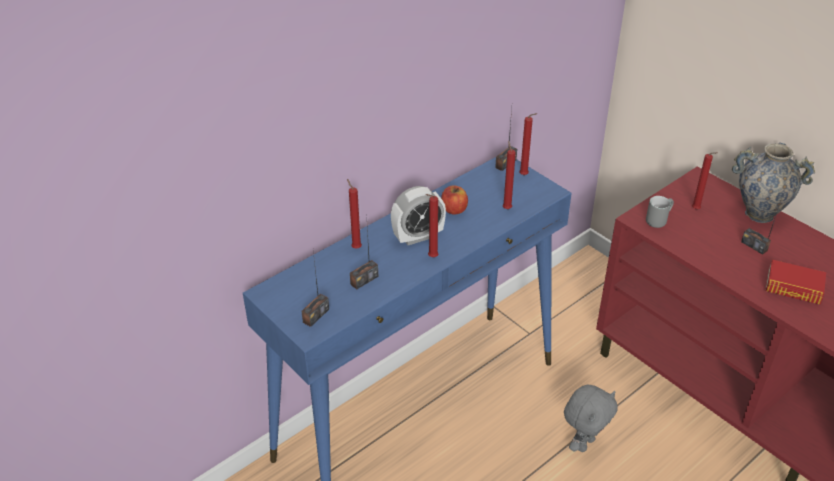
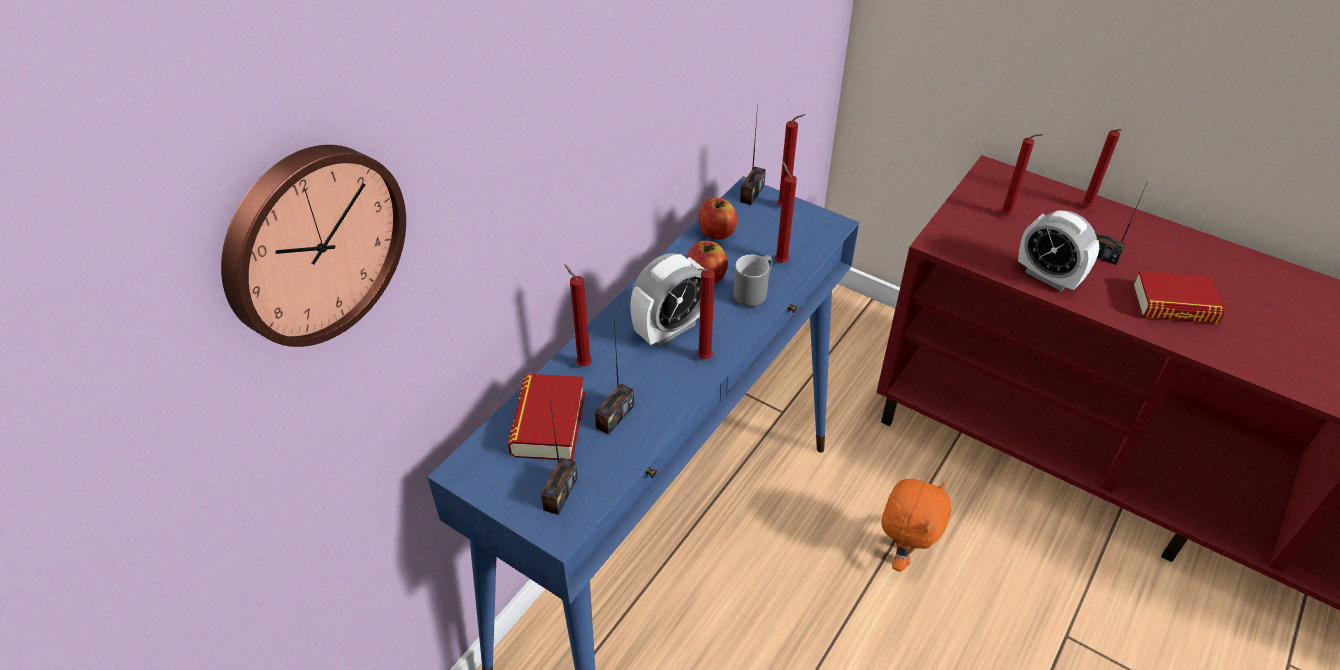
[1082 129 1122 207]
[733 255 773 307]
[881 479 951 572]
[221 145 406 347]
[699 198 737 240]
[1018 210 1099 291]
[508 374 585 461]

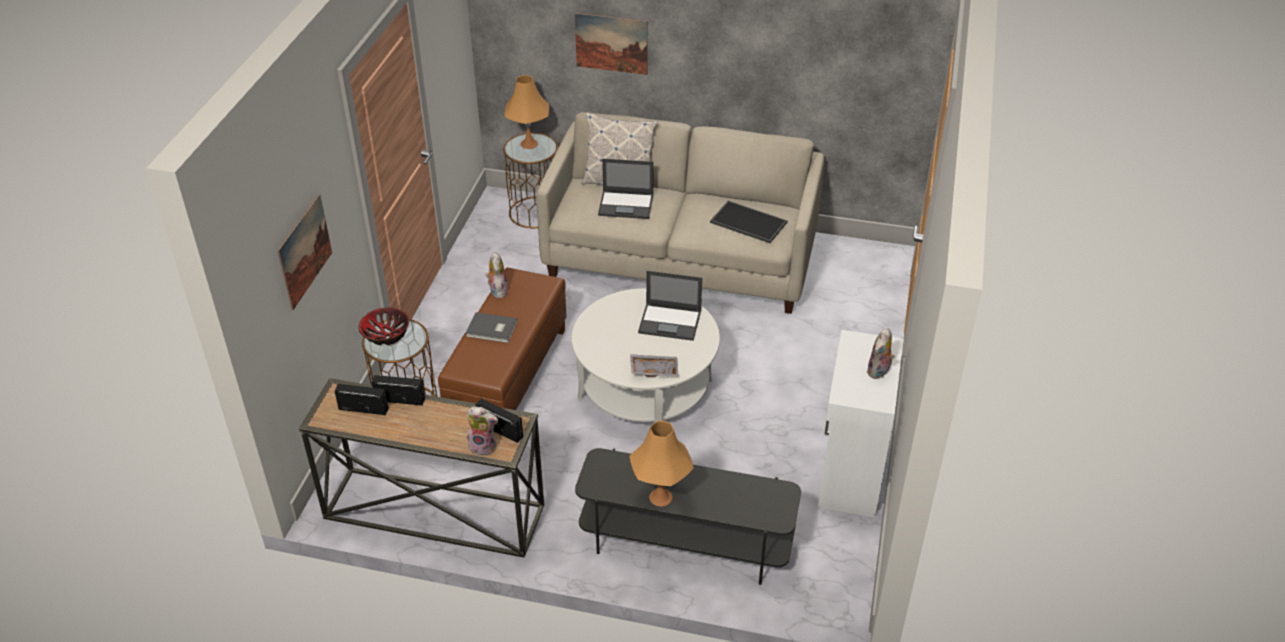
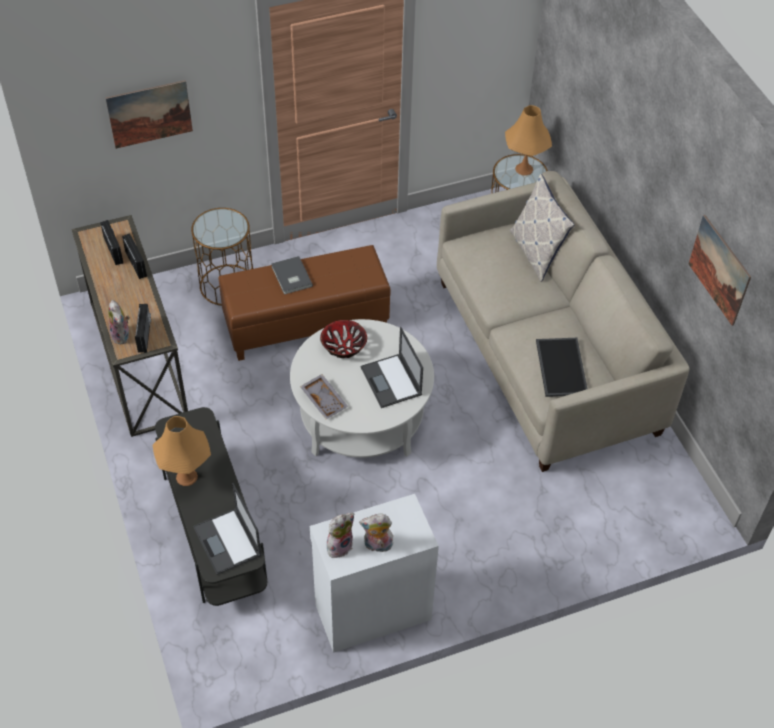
[689 215 751 326]
[193 483 262 575]
[327 513 354 558]
[320 320 367 358]

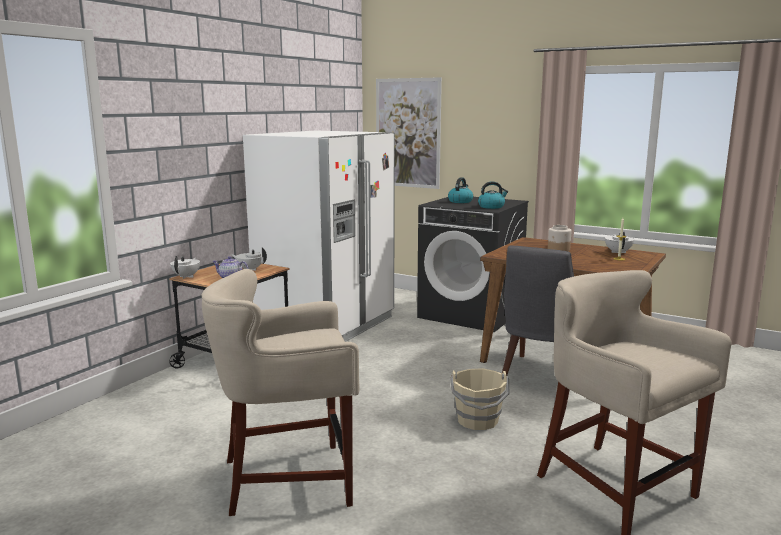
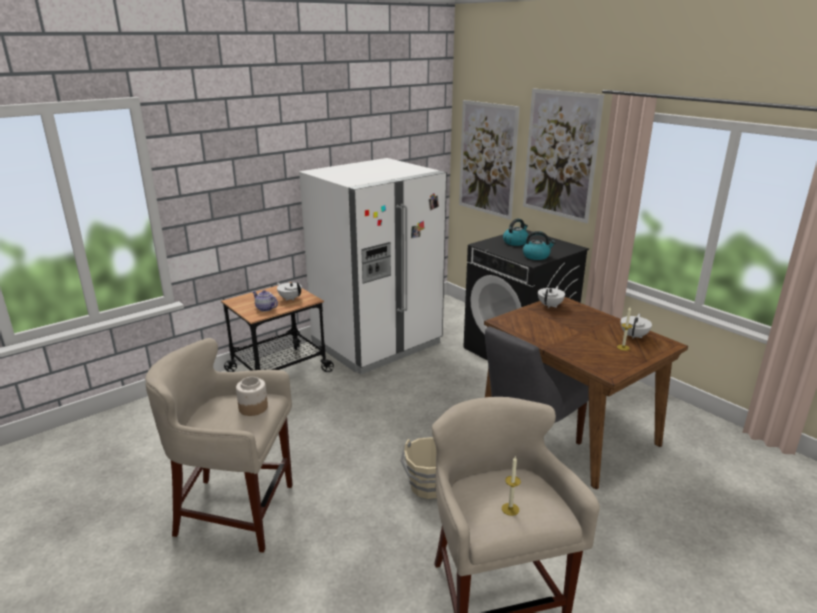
[236 377 268 416]
[538 286 565 308]
[523 88 604 223]
[502 457 521 516]

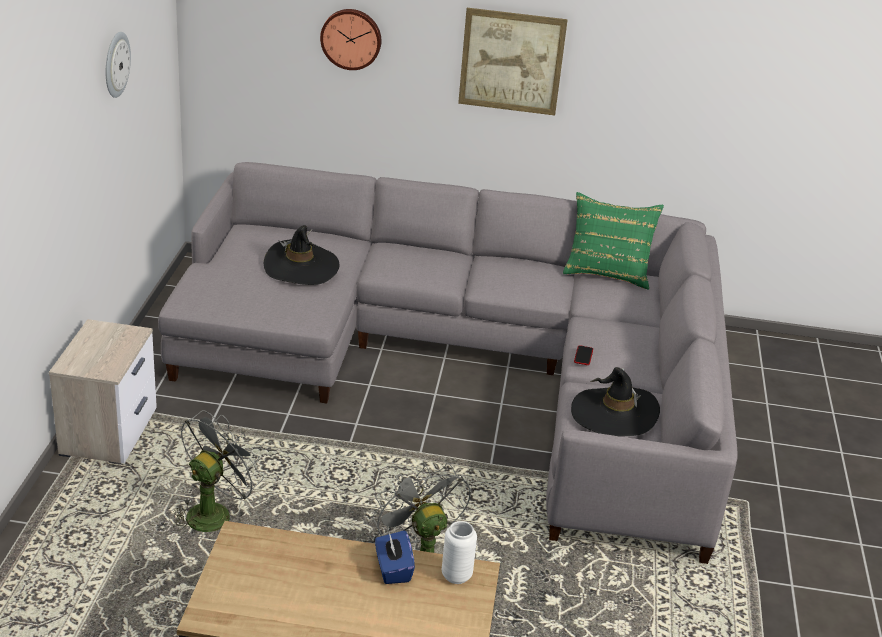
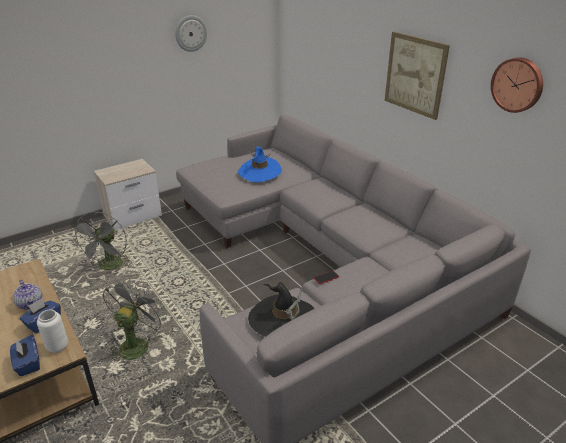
[491 57 543 113]
[563 192 664 289] (first image)
[238 147 282 182]
[71 212 131 270]
[13 280 42 310]
[10 335 40 376]

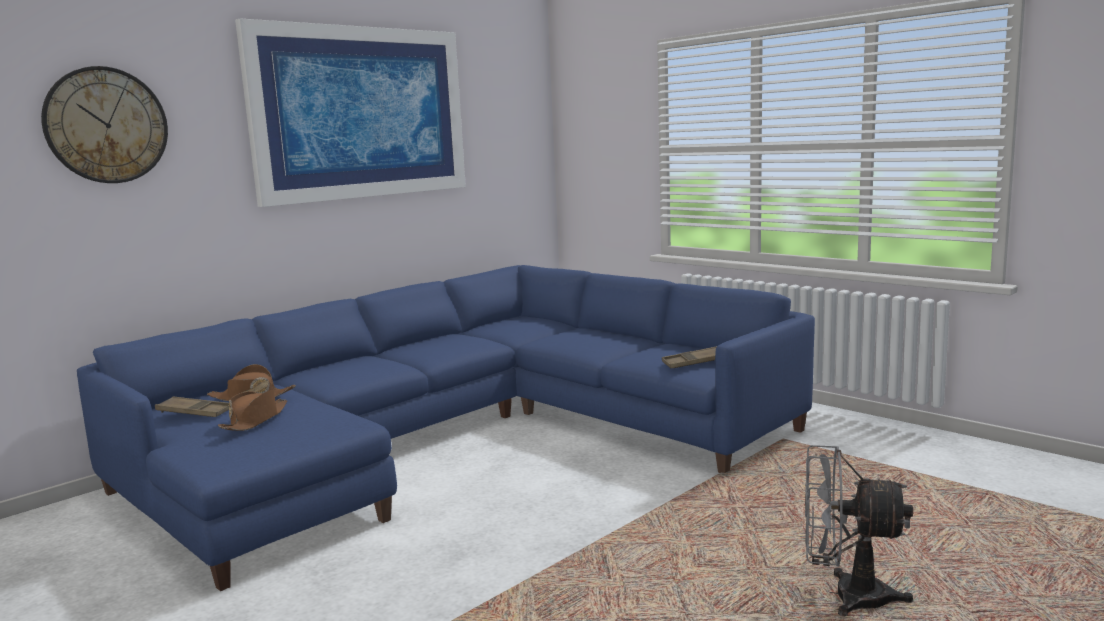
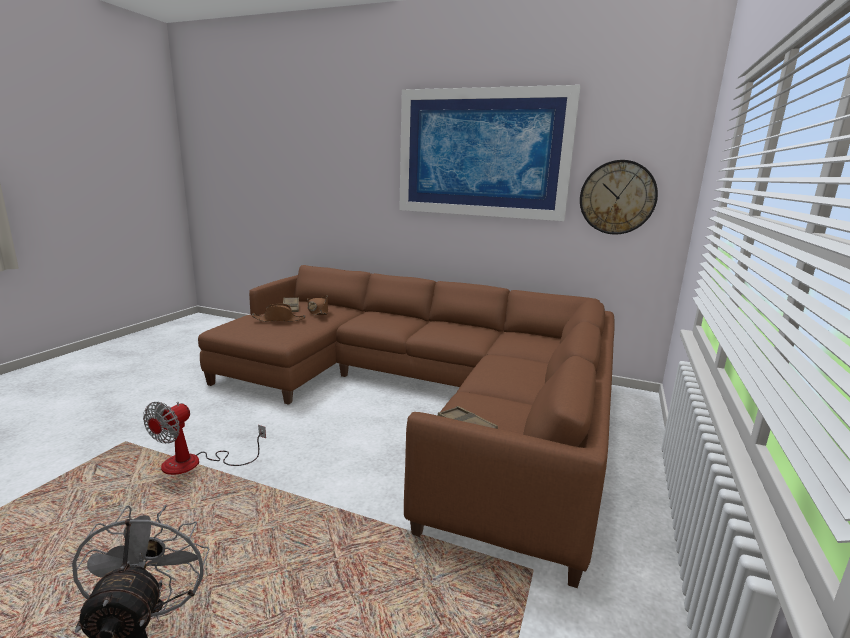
[580 160 658 234]
[198 265 614 588]
[143 402 266 475]

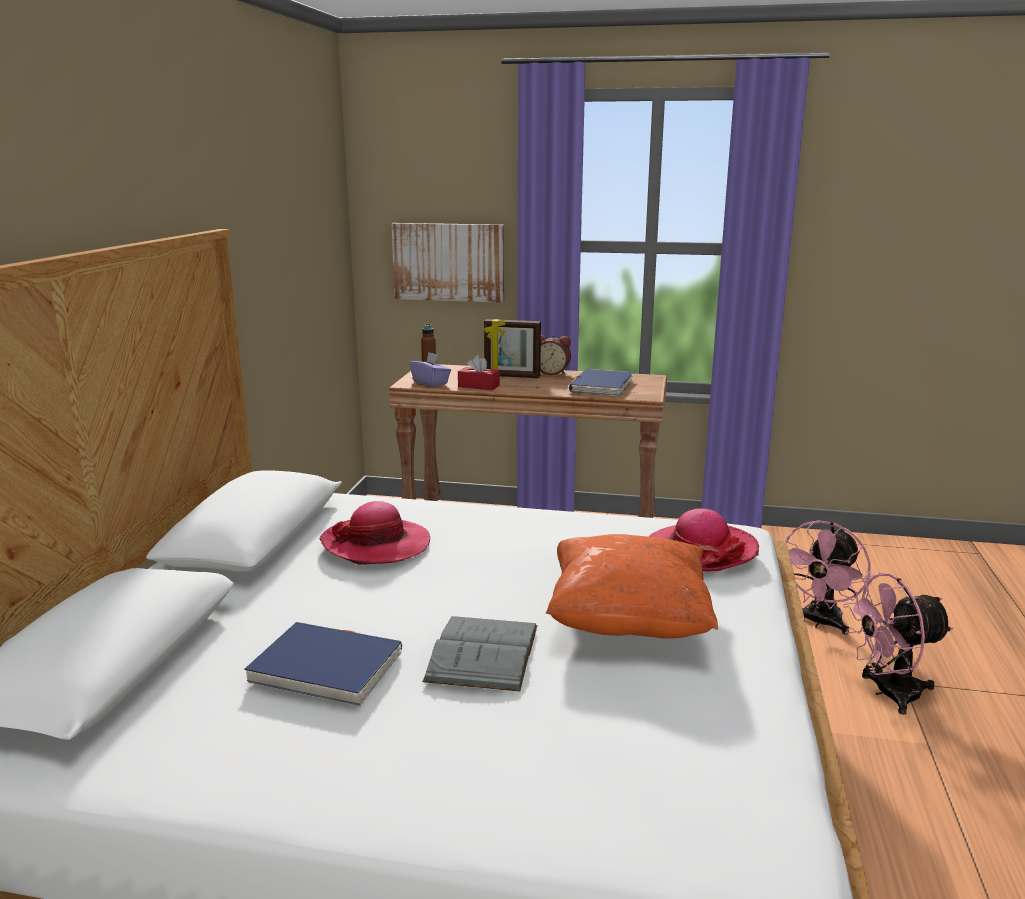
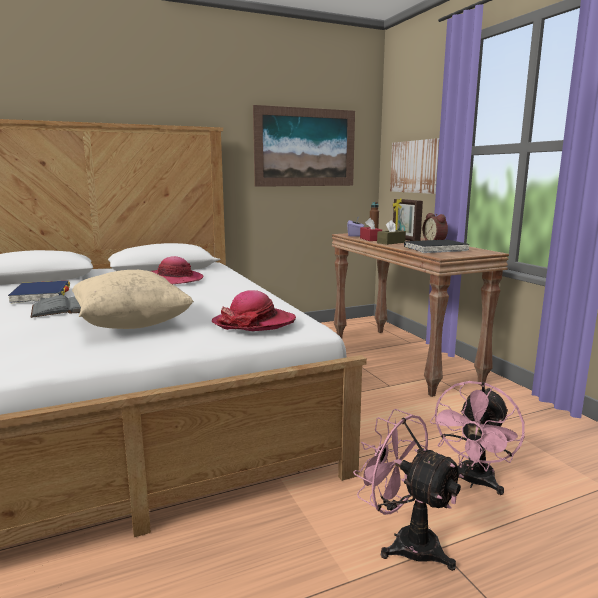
[404 240 470 253]
[430 381 525 495]
[72 270 194 329]
[253 105 355 187]
[377 220 406 245]

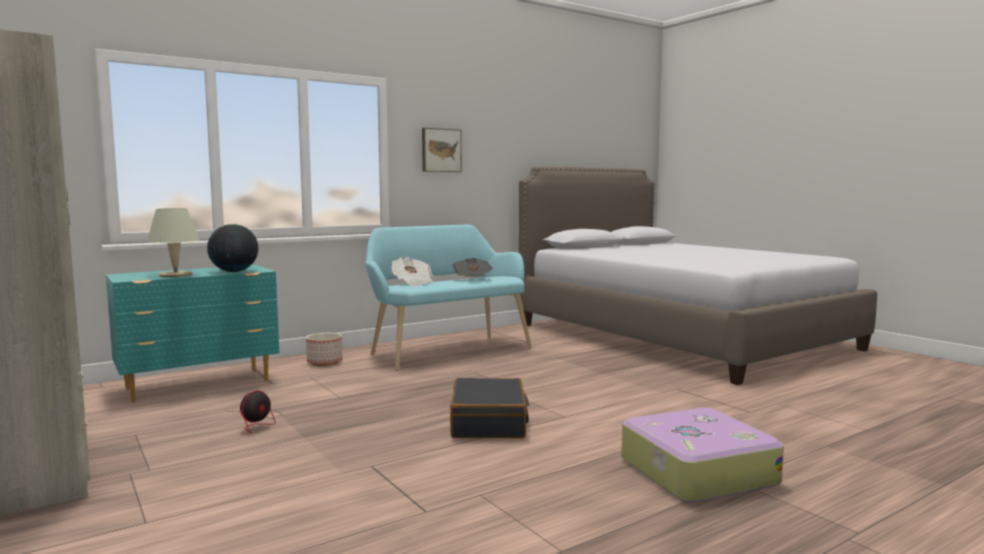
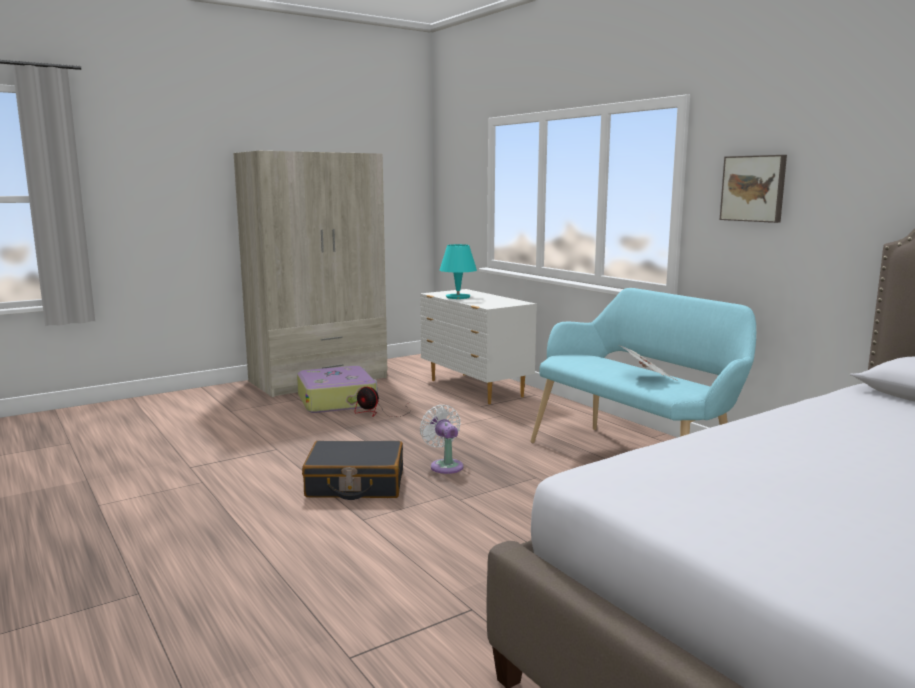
[439 244 477 299]
[207 224 258 272] (first image)
[391 257 433 286] (first image)
[420 289 537 404]
[306 333 343 366] (first image)
[297 366 378 413]
[420 405 464 474]

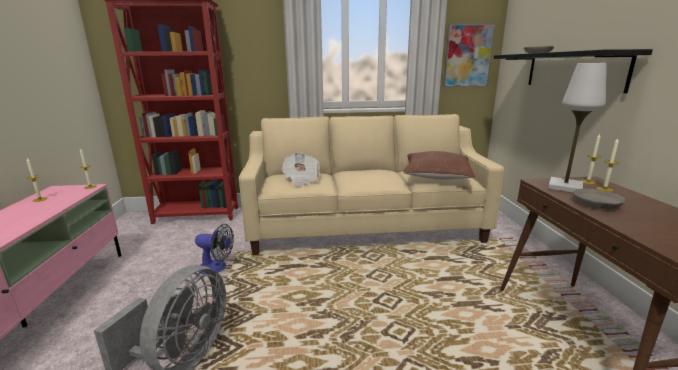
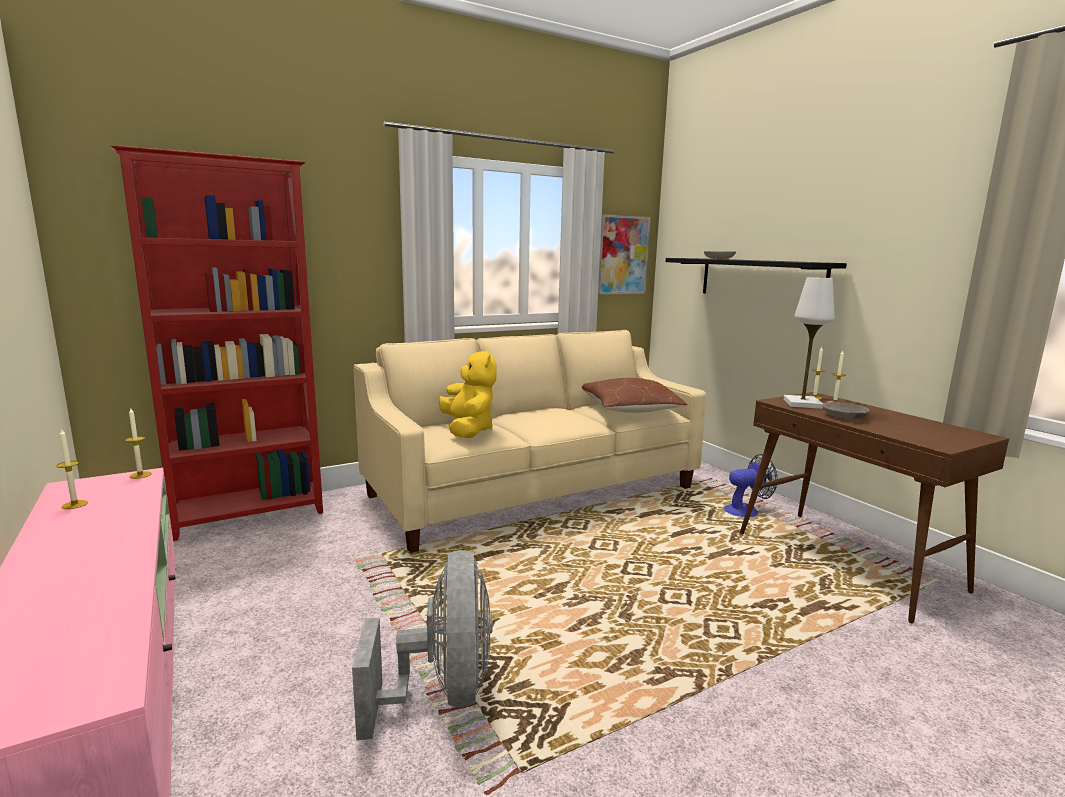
[439 349 497 438]
[724 454 778 517]

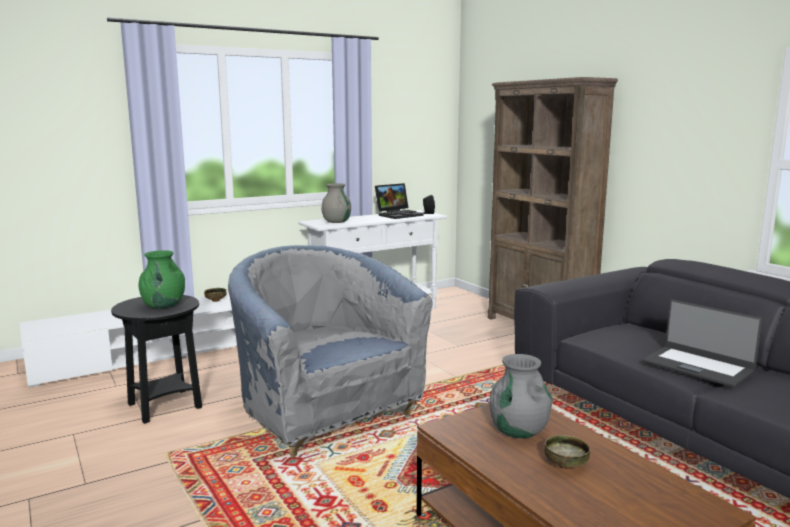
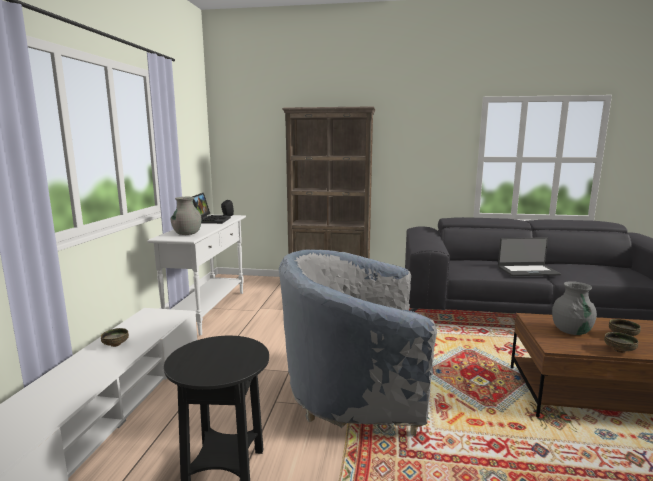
[138 250 185 308] (first image)
[604 332 639 353]

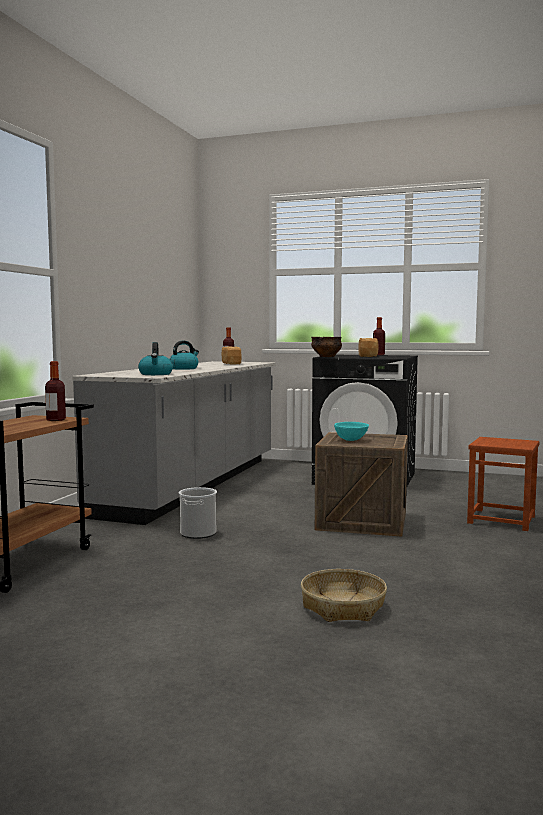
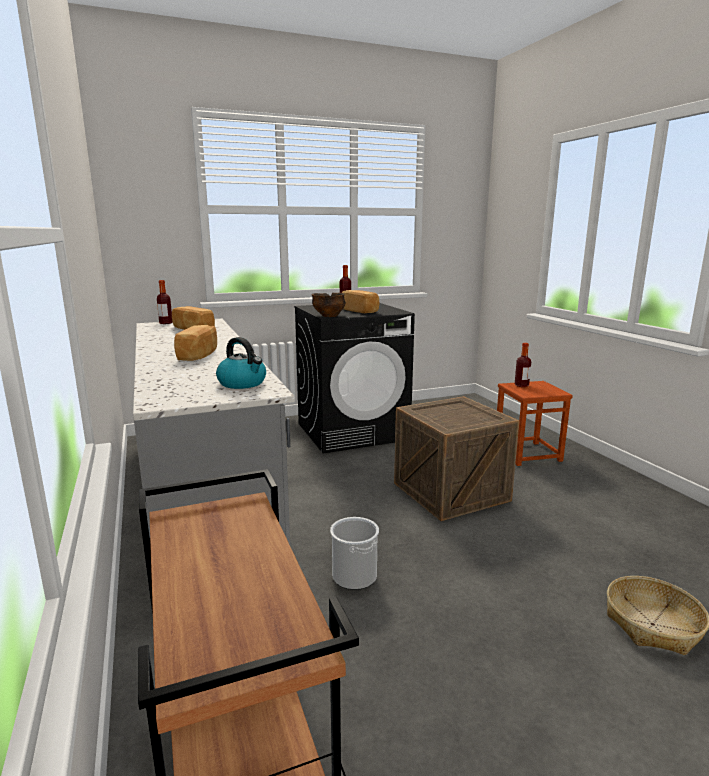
[174 325 217 361]
[515 343 531 387]
[334 422 369 441] (first image)

